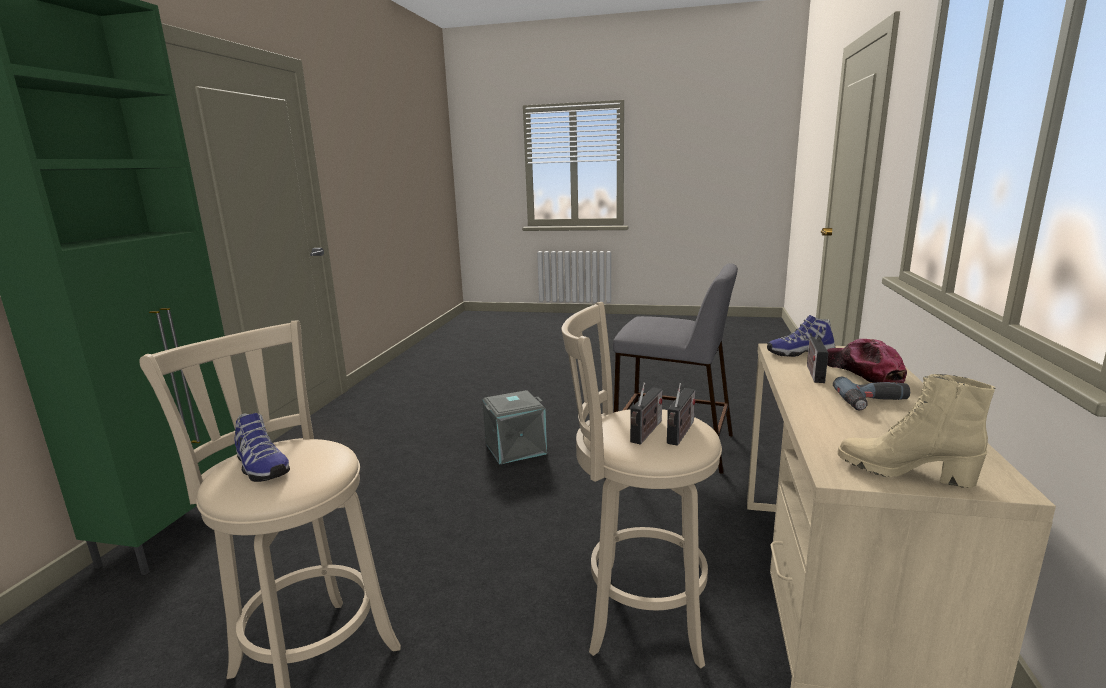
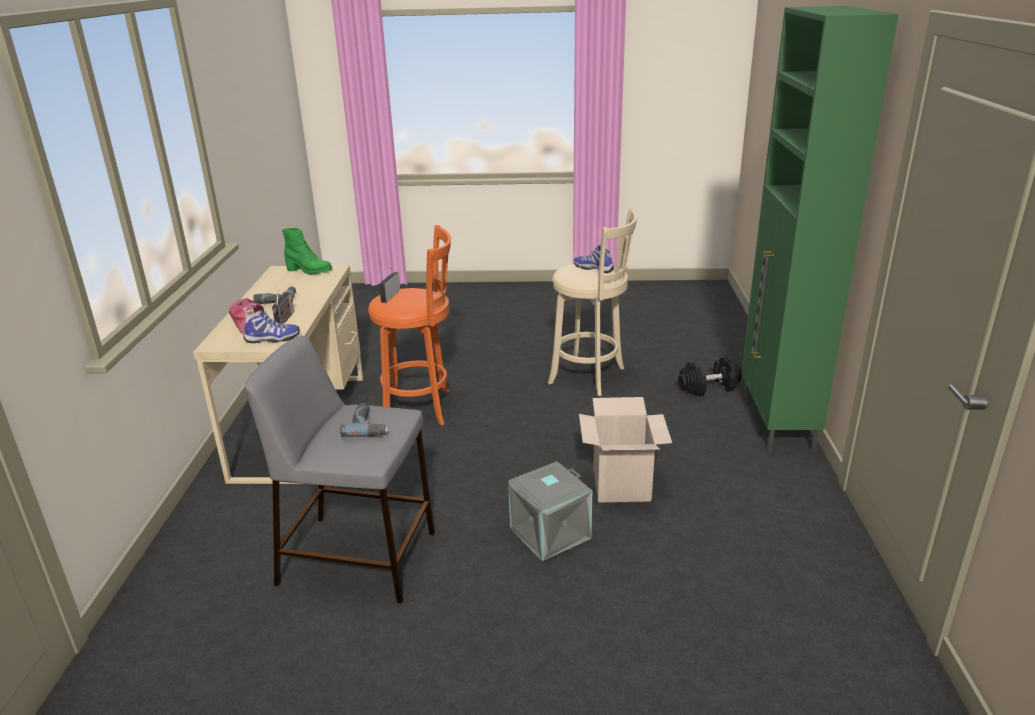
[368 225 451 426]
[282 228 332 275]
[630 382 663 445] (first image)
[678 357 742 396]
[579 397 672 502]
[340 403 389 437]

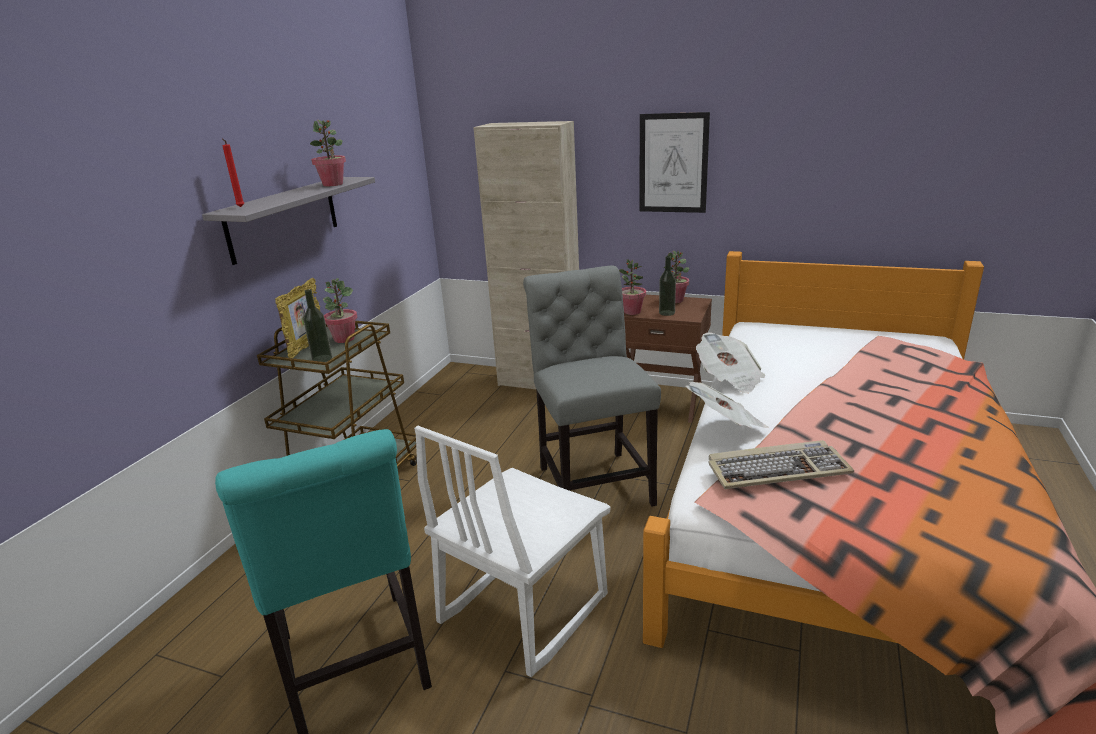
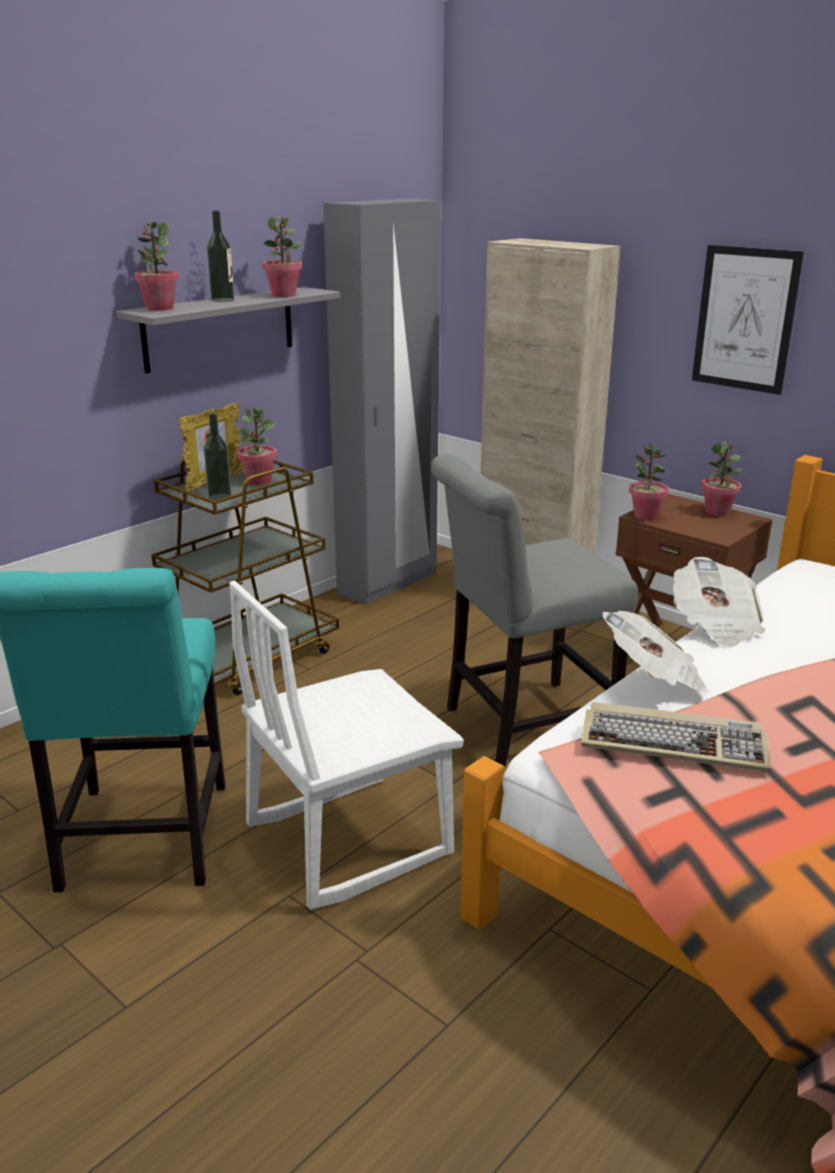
[134 222 179 311]
[207 210 234 302]
[431 454 638 767]
[323 199 441 605]

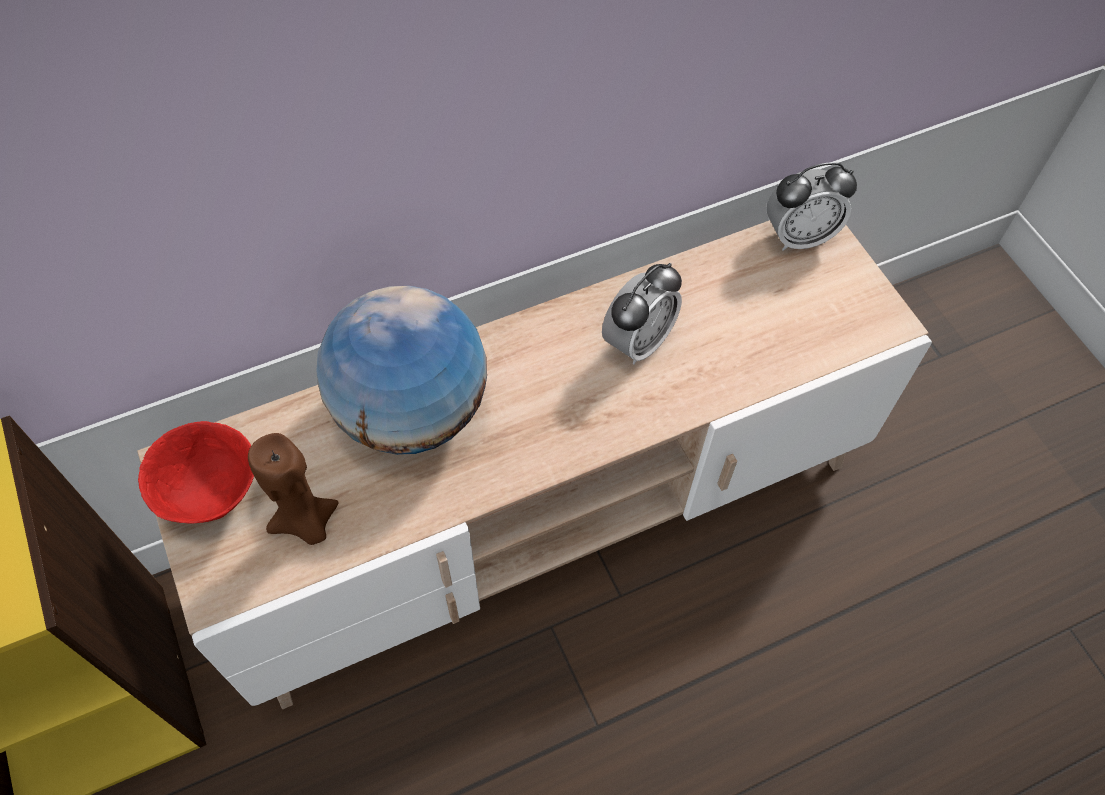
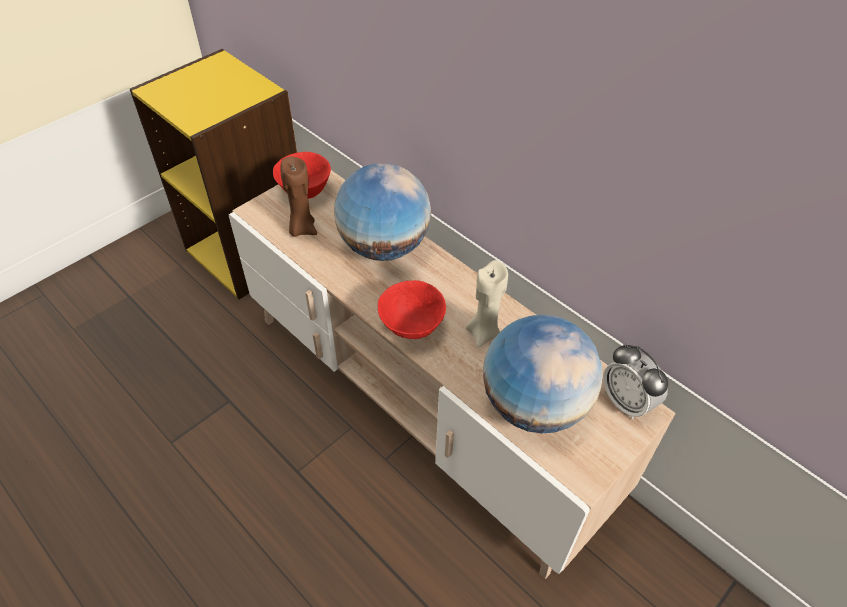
[466 260 508 348]
[378 280 446 339]
[483 315 602 434]

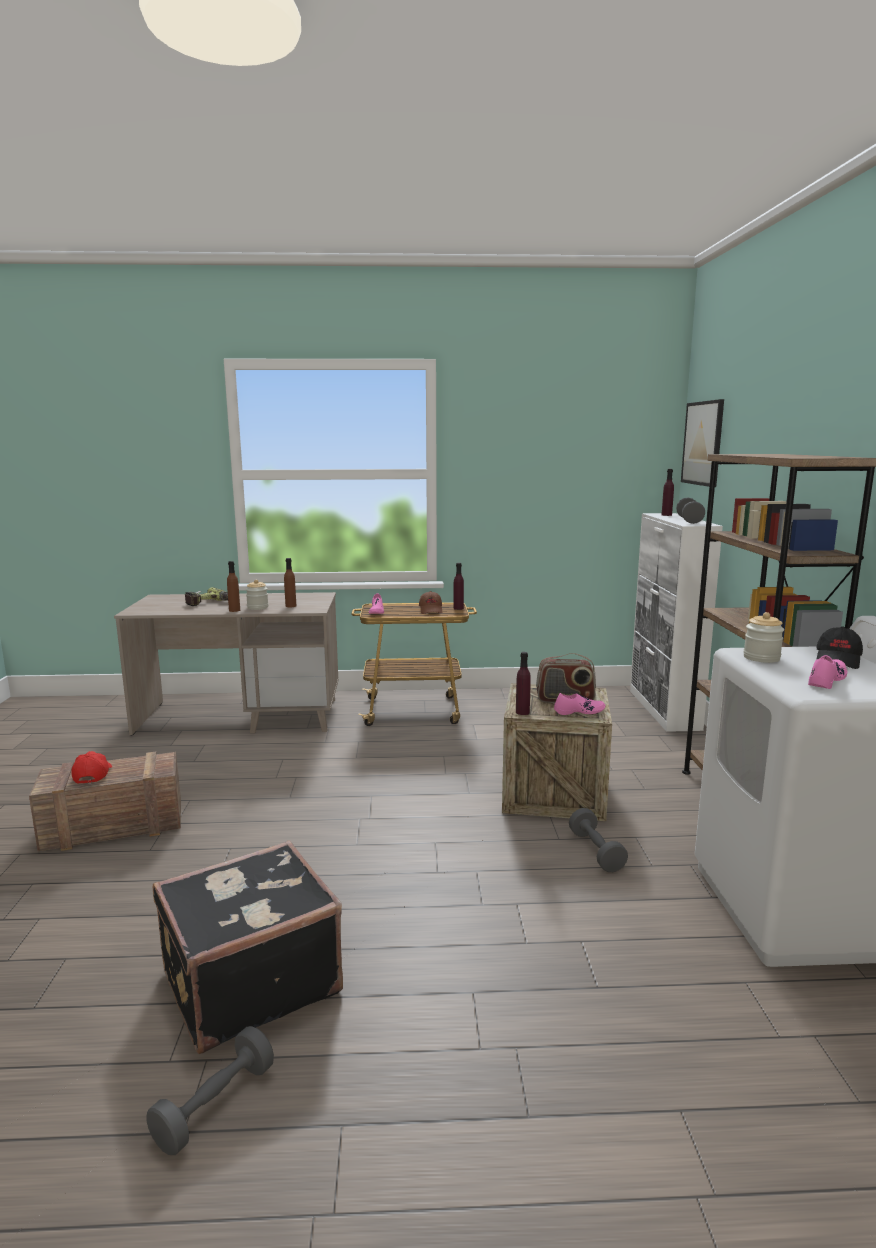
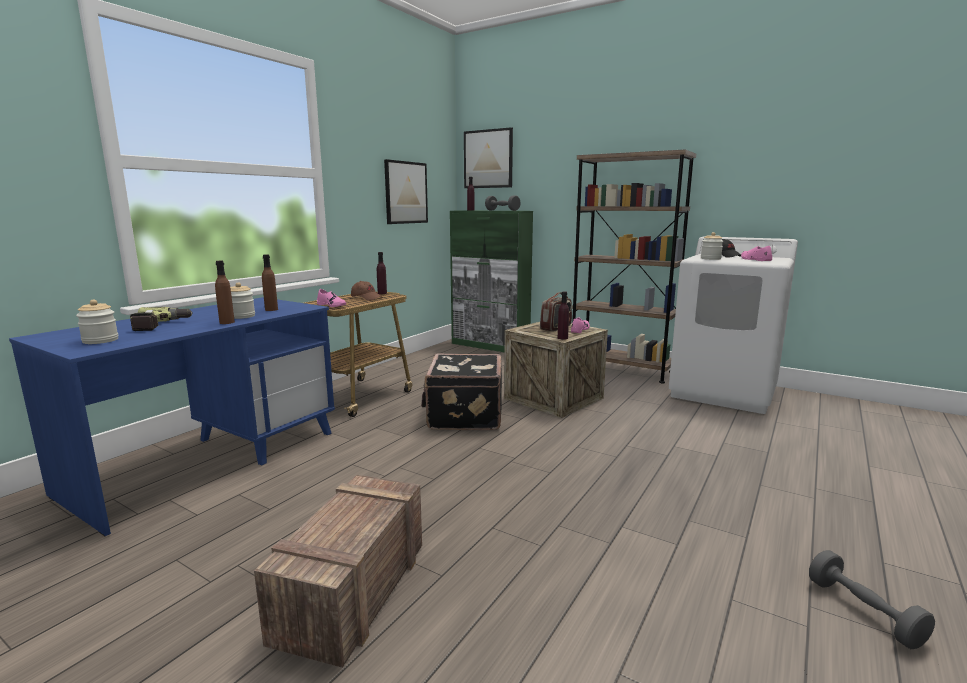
[450 210 533 353]
[9 297 335 536]
[72 751 112 783] (first image)
[569 808 628 872] (first image)
[421 353 502 430]
[384 159 428 224]
[76 300 119 344]

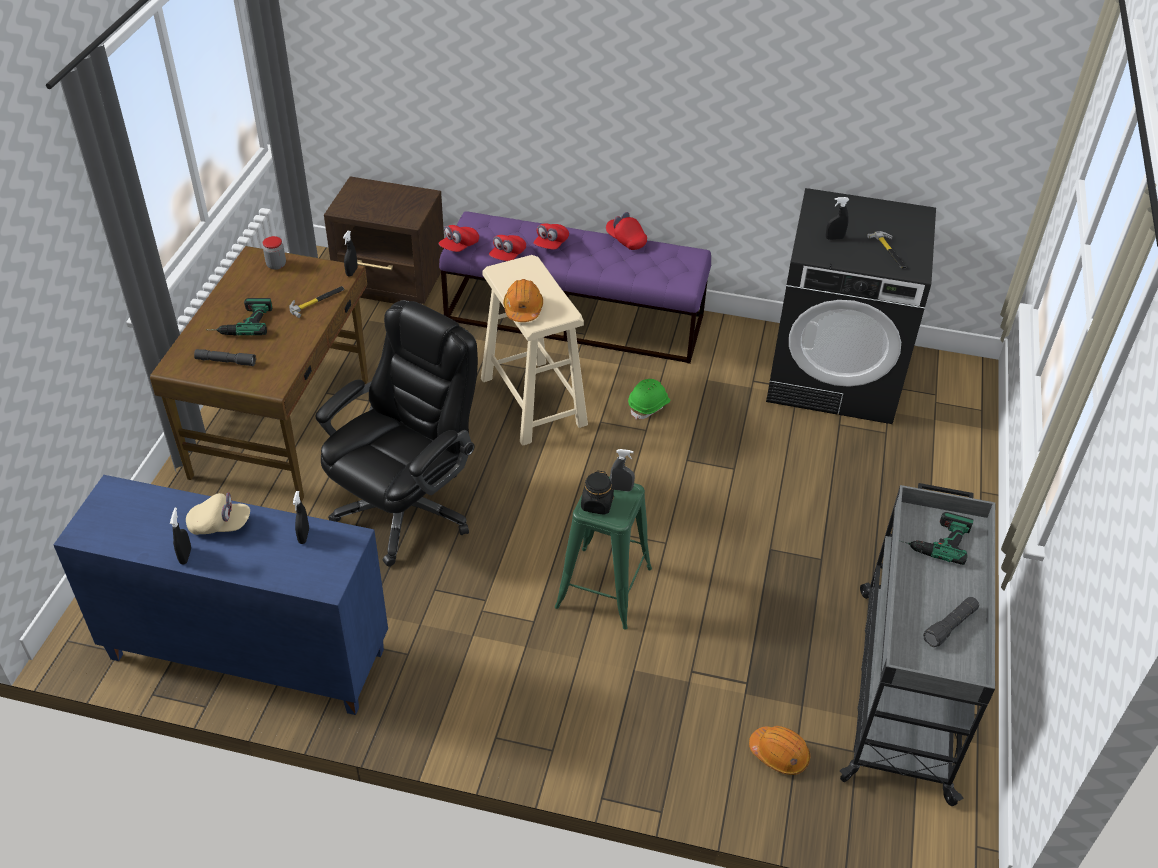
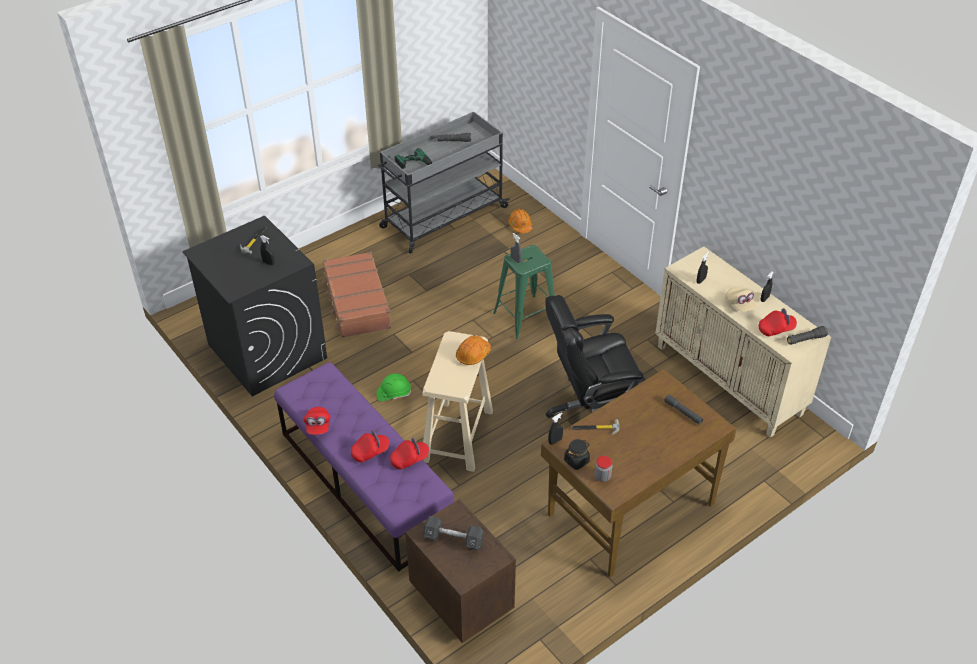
[758 308 797 336]
[208 298 272 335] (first image)
[564 439 590 470]
[655 246 831 438]
[725 288 757 312]
[322 252 391 338]
[787 326 828 345]
[423 516 484 550]

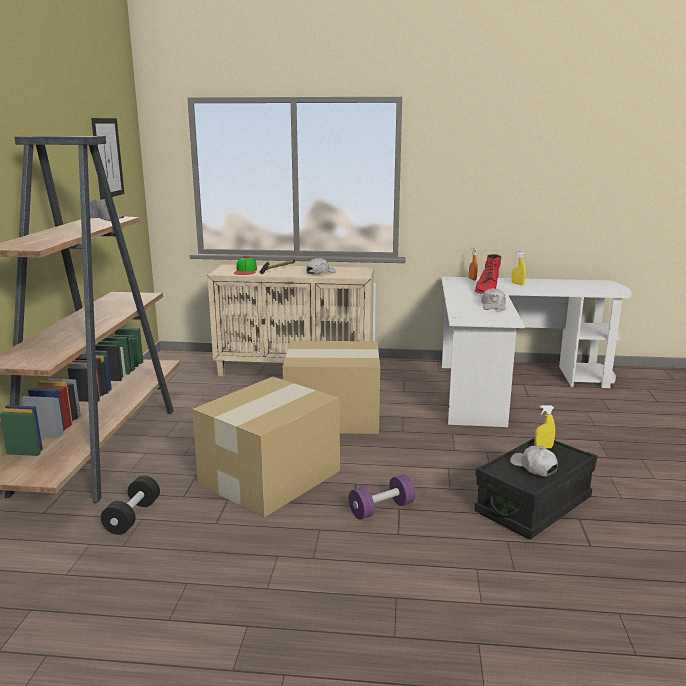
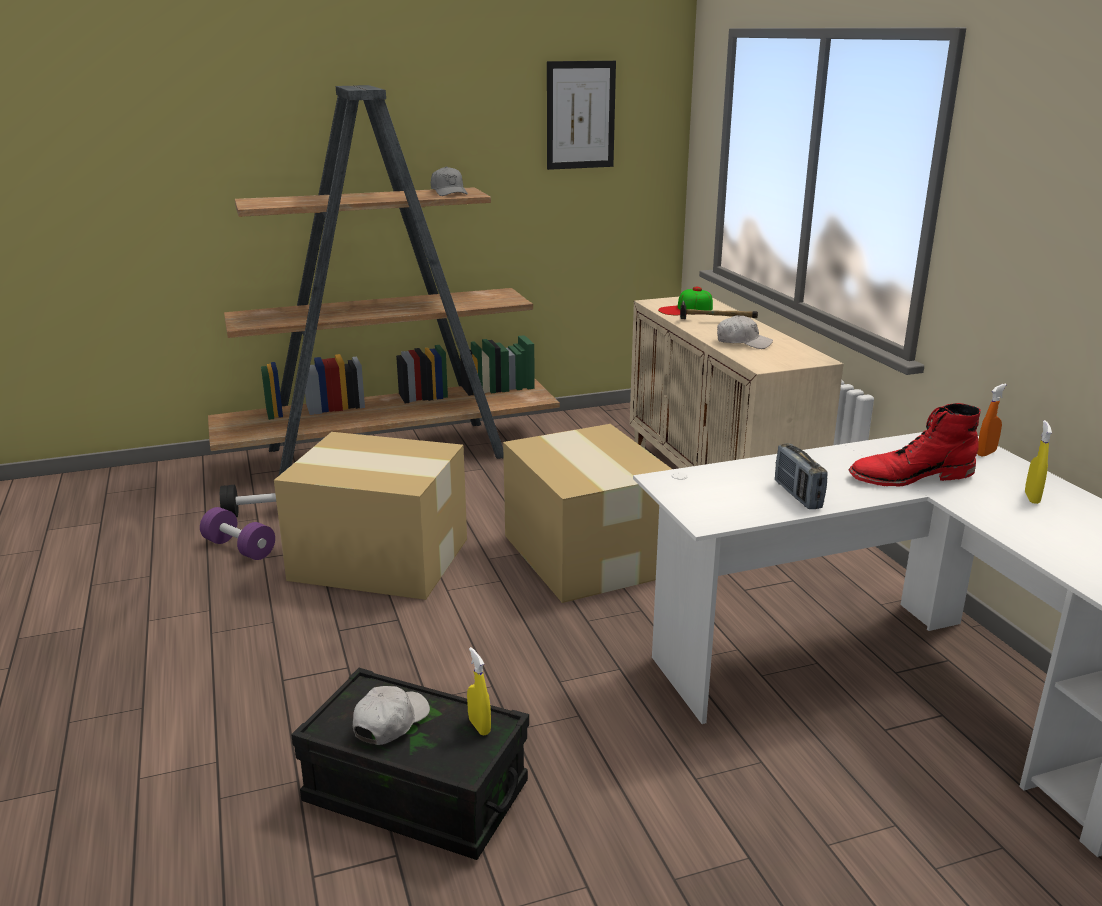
[775 443 828 509]
[200 507 275 560]

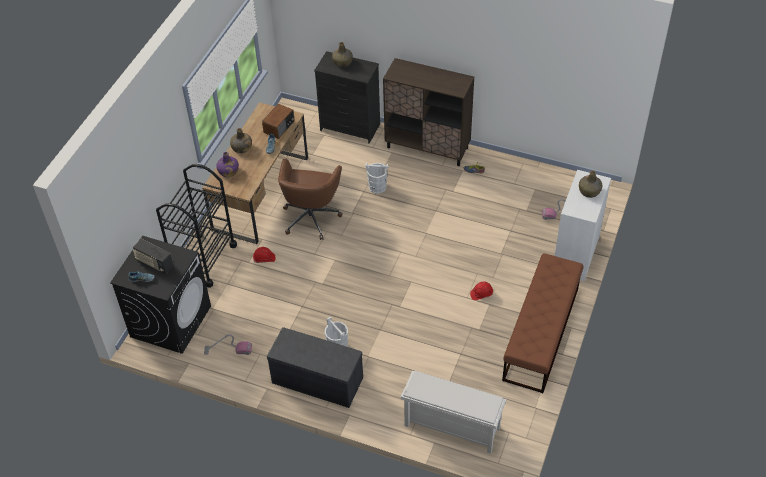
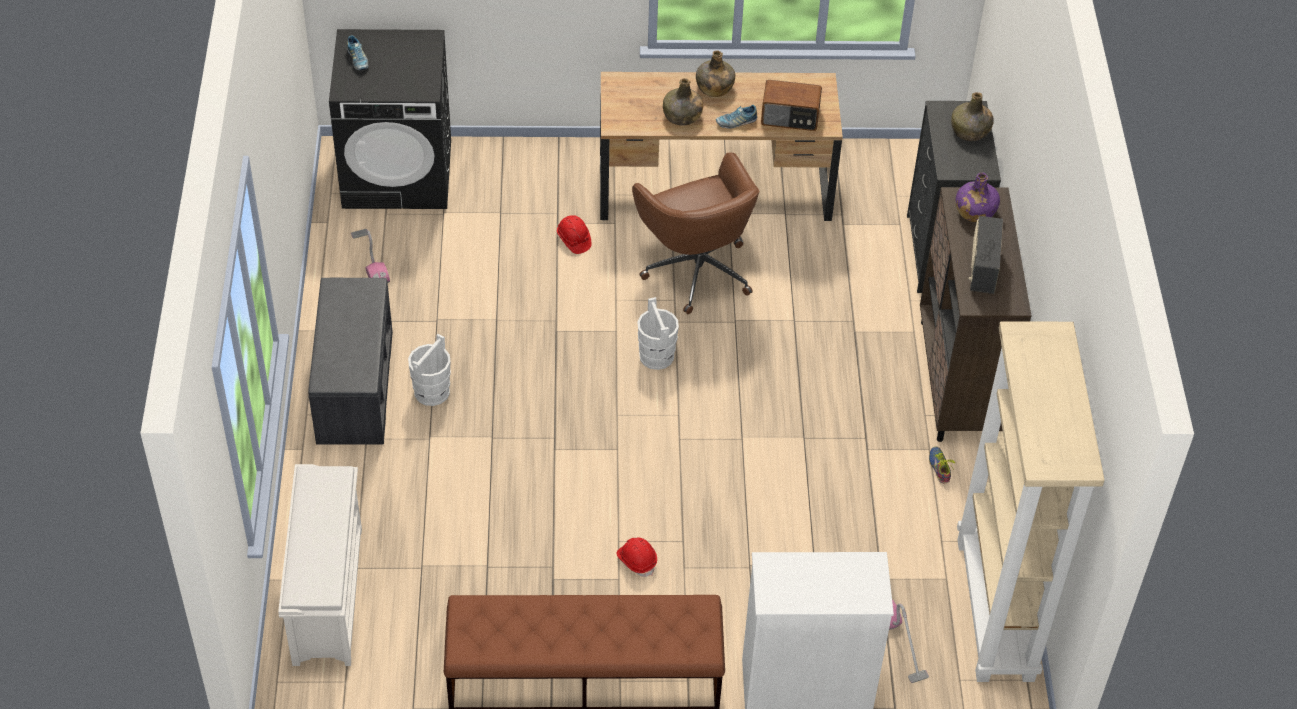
[956 172 1000 222]
[632 152 759 314]
[637 297 679 370]
[156 164 237 288] (first image)
[663 78 703 126]
[969 216 1003 294]
[957 321 1105 682]

